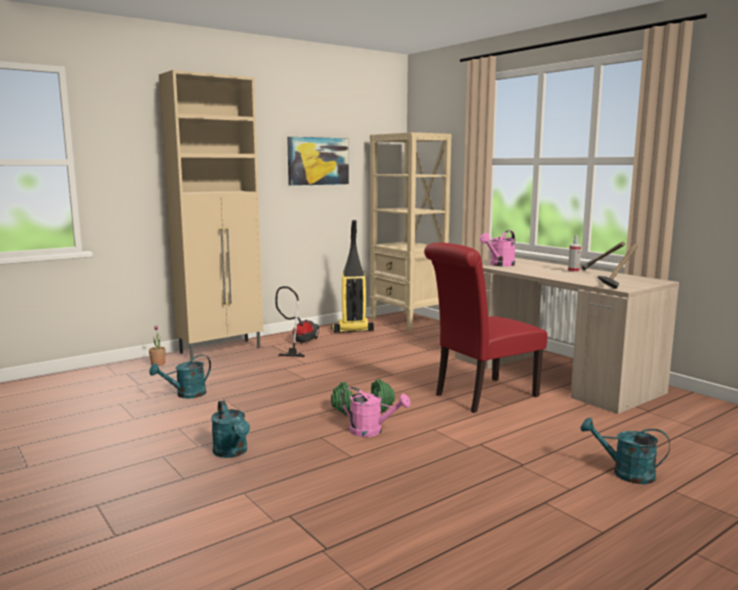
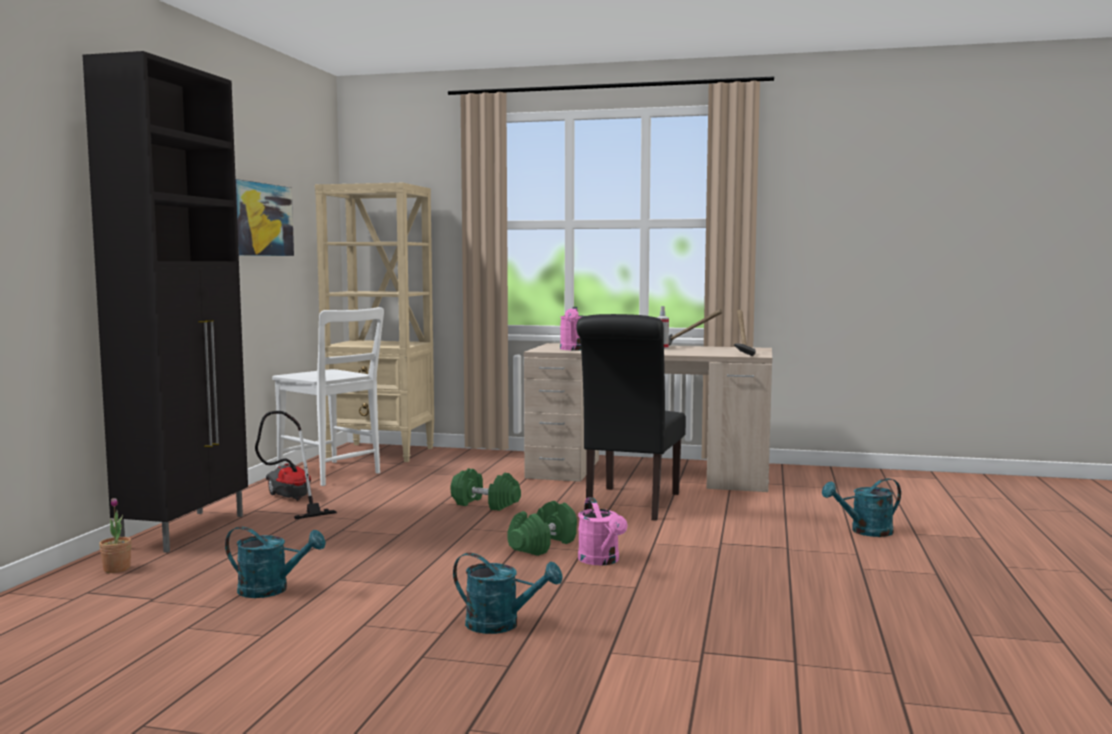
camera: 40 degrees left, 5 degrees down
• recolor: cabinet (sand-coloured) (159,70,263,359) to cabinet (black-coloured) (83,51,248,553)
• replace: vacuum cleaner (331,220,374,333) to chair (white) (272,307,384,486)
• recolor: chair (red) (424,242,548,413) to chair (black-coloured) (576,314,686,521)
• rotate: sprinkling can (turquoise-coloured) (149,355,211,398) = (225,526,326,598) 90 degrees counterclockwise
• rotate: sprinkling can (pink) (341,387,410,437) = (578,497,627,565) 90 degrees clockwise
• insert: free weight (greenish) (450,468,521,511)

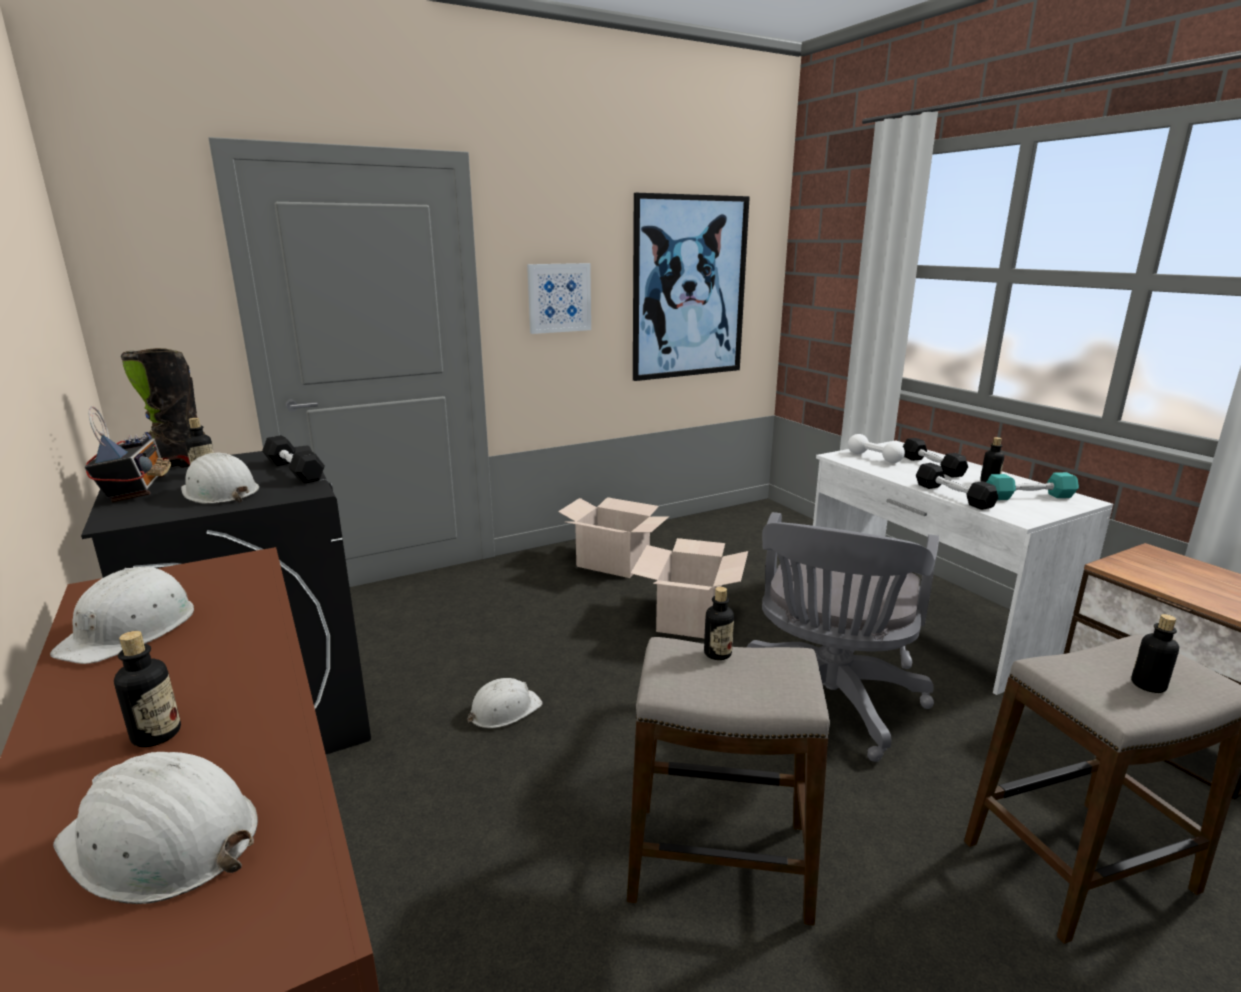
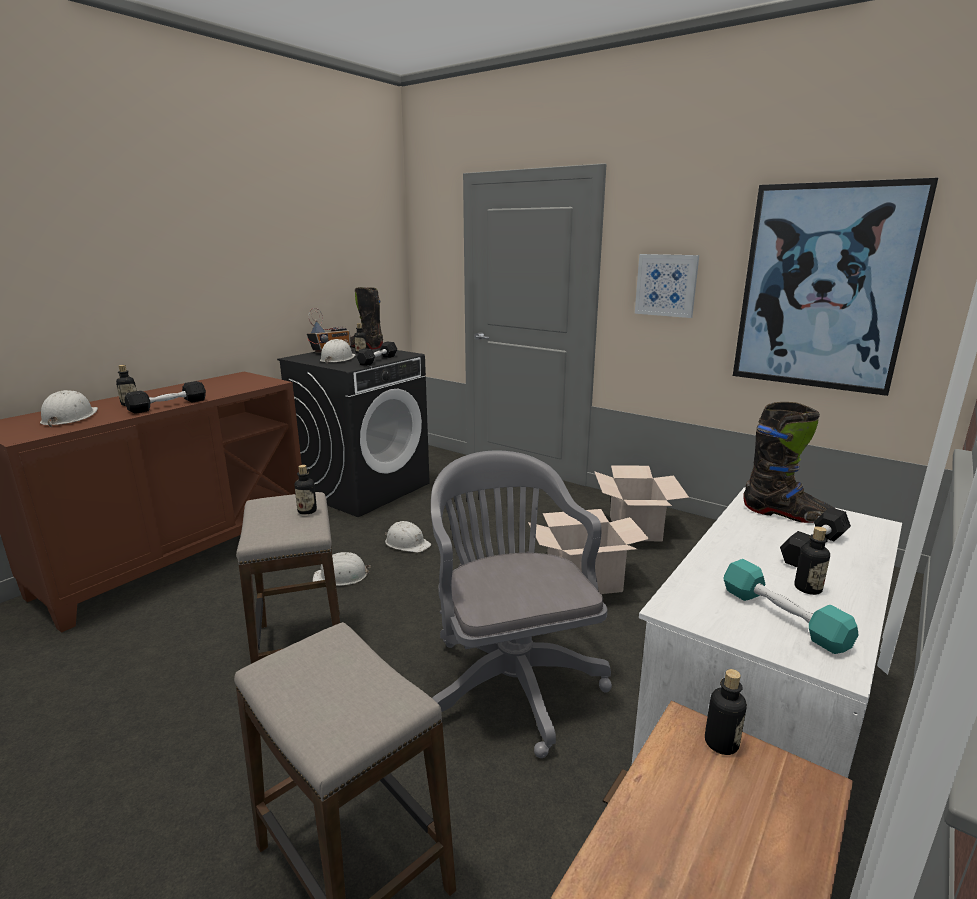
camera: 65 degrees right, 0 degrees up
• replace: free weight (white) (848,434,905,463) to tall boot (black-coloured) (743,402,834,523)
• move: free weight (black-coloured) (916,463,998,510) to (125,381,206,414)
• rotate: computer chair (greyish) (747,512,939,762) = (431,450,612,758) 75 degrees clockwise
• move: work helmet (white) (50,565,194,664) to (313,552,371,586)
• move: drink bottle (1131,614,1179,693) to (705,669,747,755)

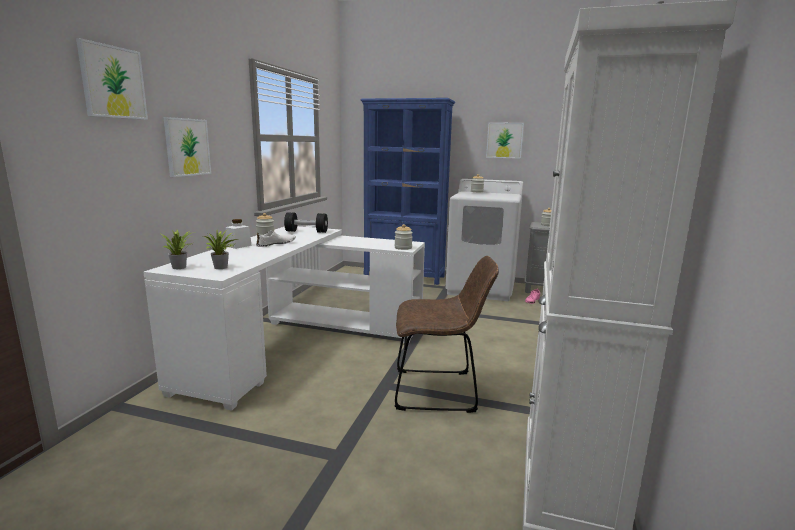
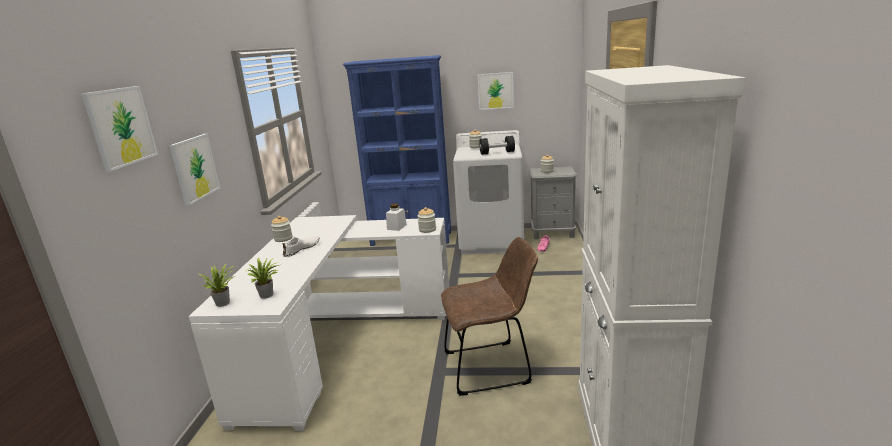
camera: 10 degrees left, 5 degrees up
• move: free weight (black-coloured) (284,212,328,233) to (479,136,515,155)
• move: storage jar (white) (226,219,252,249) to (386,203,407,231)

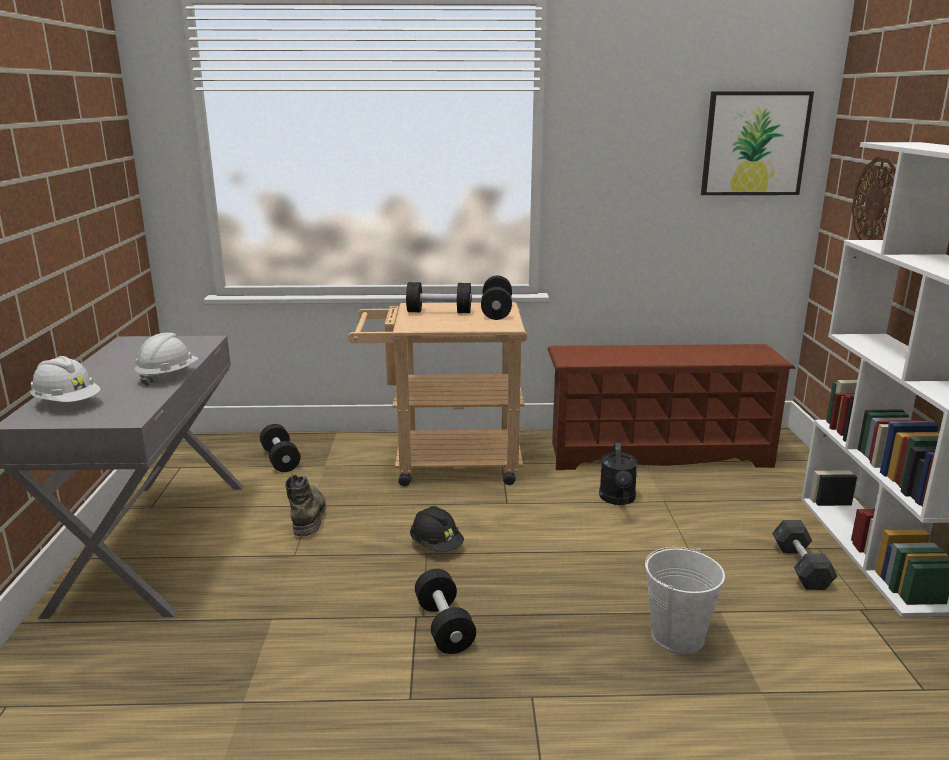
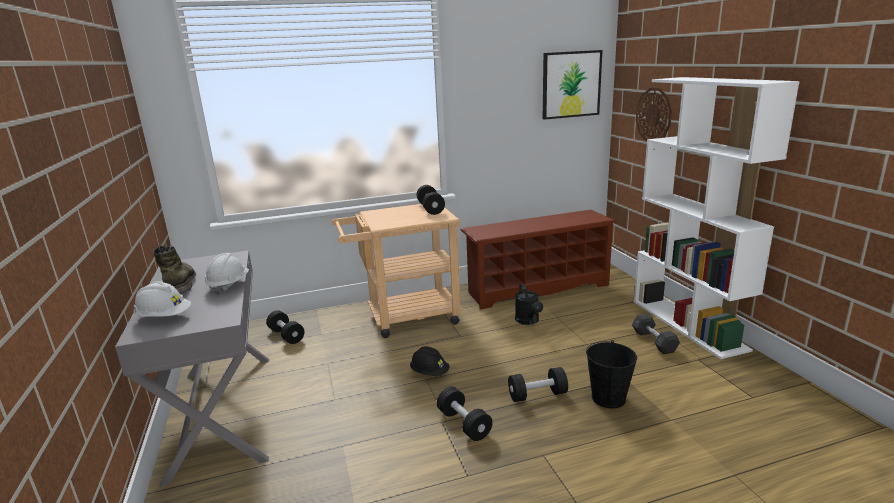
camera: 15 degrees left, 0 degrees up
• move: free weight (black-coloured) (406,282,472,313) to (508,367,568,402)
• move: tall boot (greenish) (285,474,327,536) to (153,245,196,294)
• recolor: water bucket (white) (645,547,725,654) to water bucket (black-coloured) (586,340,637,408)

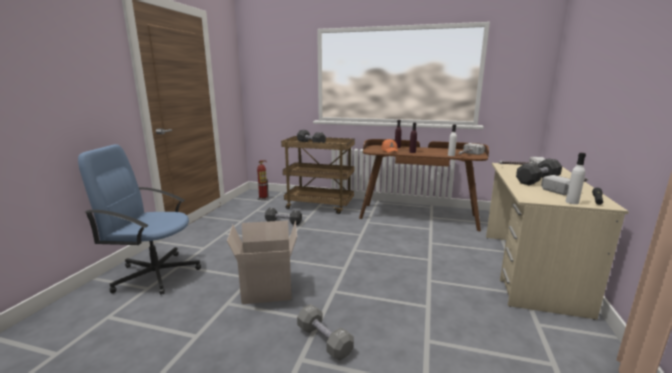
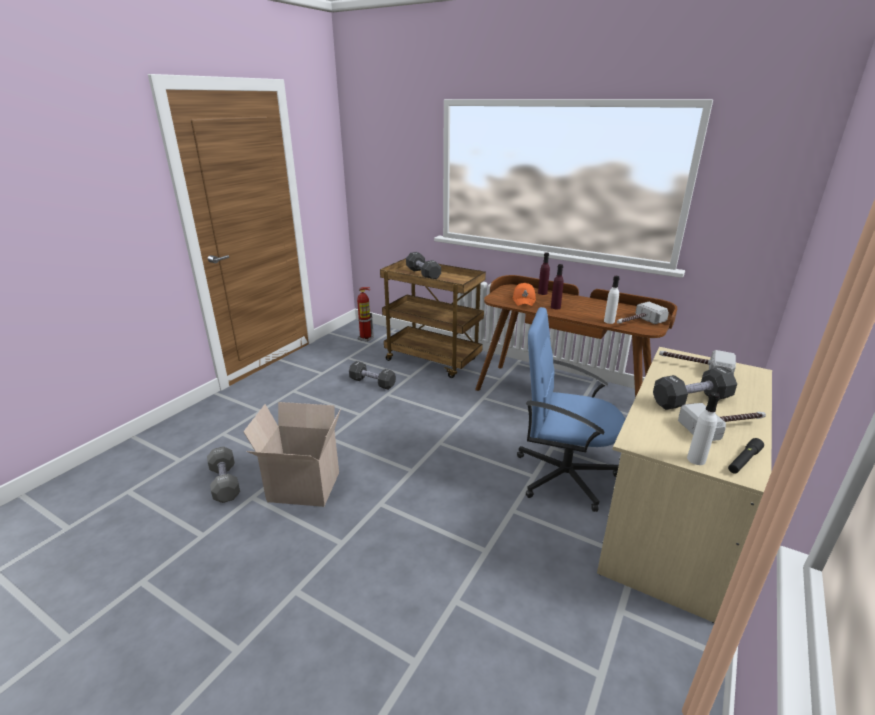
camera: 15 degrees right, 10 degrees up
• move: computer chair (blue-coloured) (78,144,201,295) to (517,307,625,512)
• move: free weight (greyish) (297,304,354,360) to (207,446,240,503)

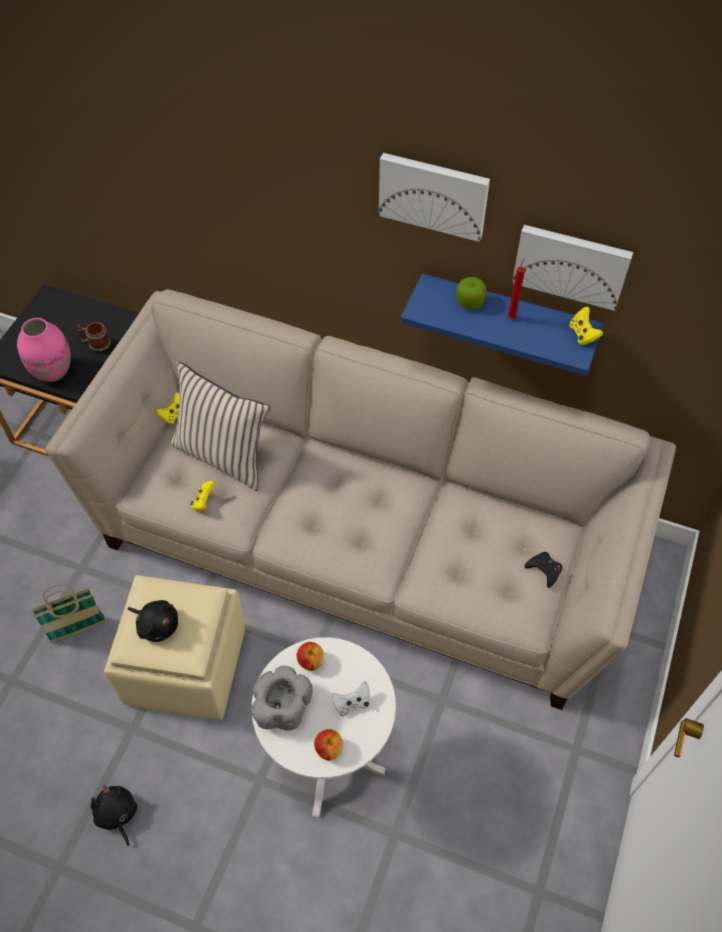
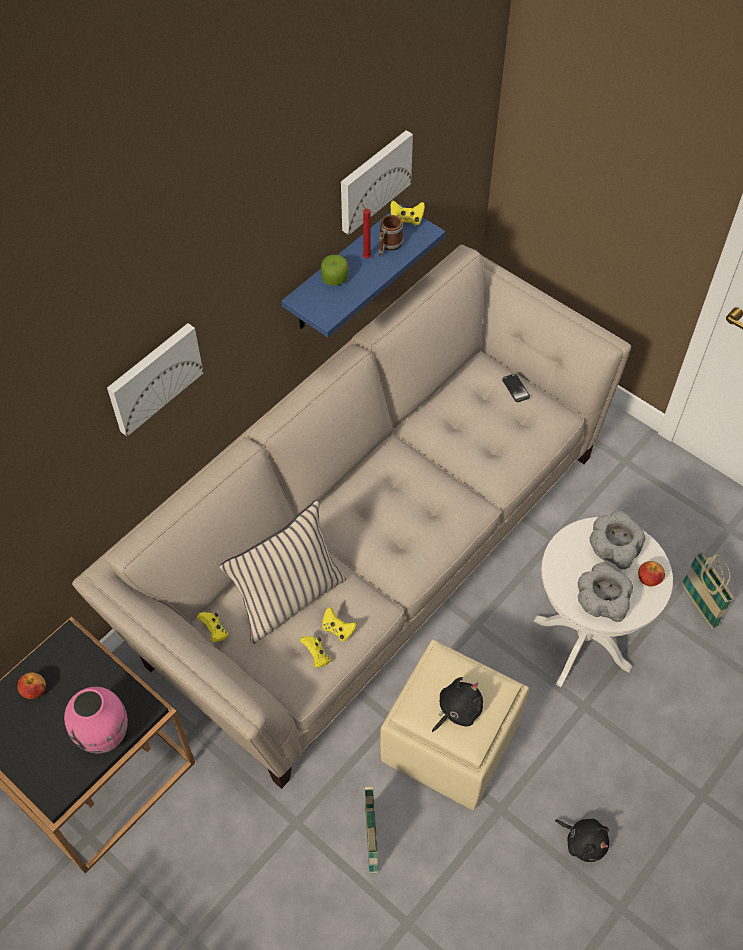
camera: 70 degrees left, 0 degrees up
• move: wall art (379,153,490,242) to (107,323,203,436)
• move: tea mug (77,322,111,353) to (379,215,404,257)
• replace: gamepad (black-coloured) (524,552,563,588) to phone (502,374,530,402)
• move: whole apple (296,642,324,671) to (18,672,46,699)
• replace: gamepad (white) (331,681,370,716) to bowl (greyish) (590,511,645,570)
• rotate: soft toy (black-coloured) (91,784,137,846) = (555,819,609,862) 135 degrees counterclockwise
• insert: household basket (681,552,734,629)
• insert: gamepad (yellow) (300,636,331,667)

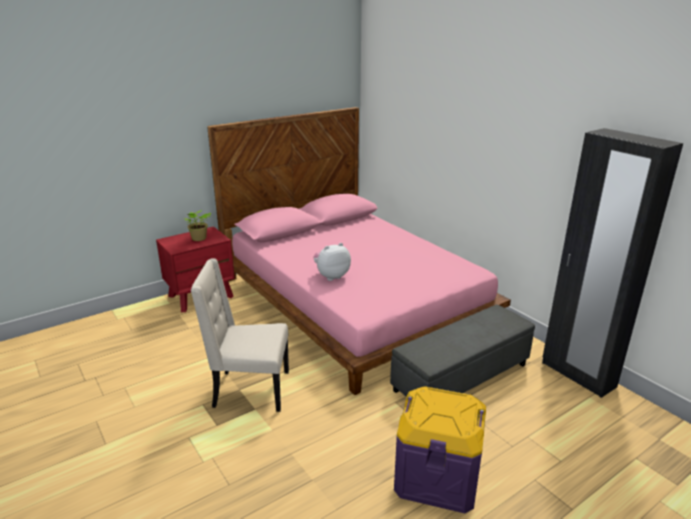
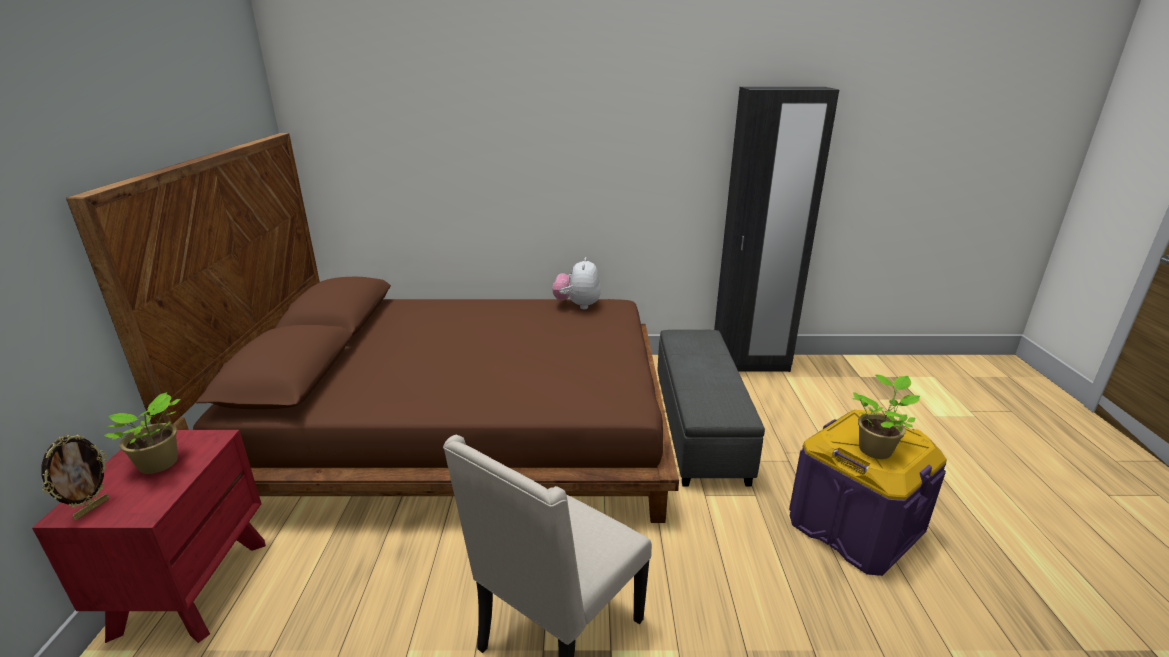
camera: 55 degrees left, 0 degrees up
• recolor: bedroom bed (pink) (207,107,511,395) to bedroom bed (brown) (66,133,679,523)
• move: soft toy (313,243,351,281) to (553,257,601,310)
• insert: houseplant (852,375,920,459)
• insert: picture frame (41,434,109,520)

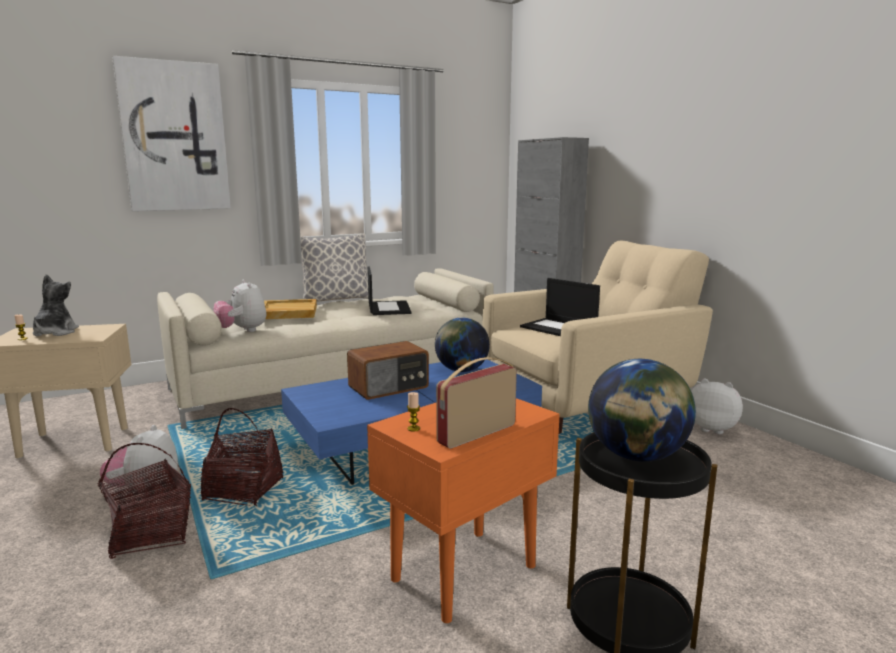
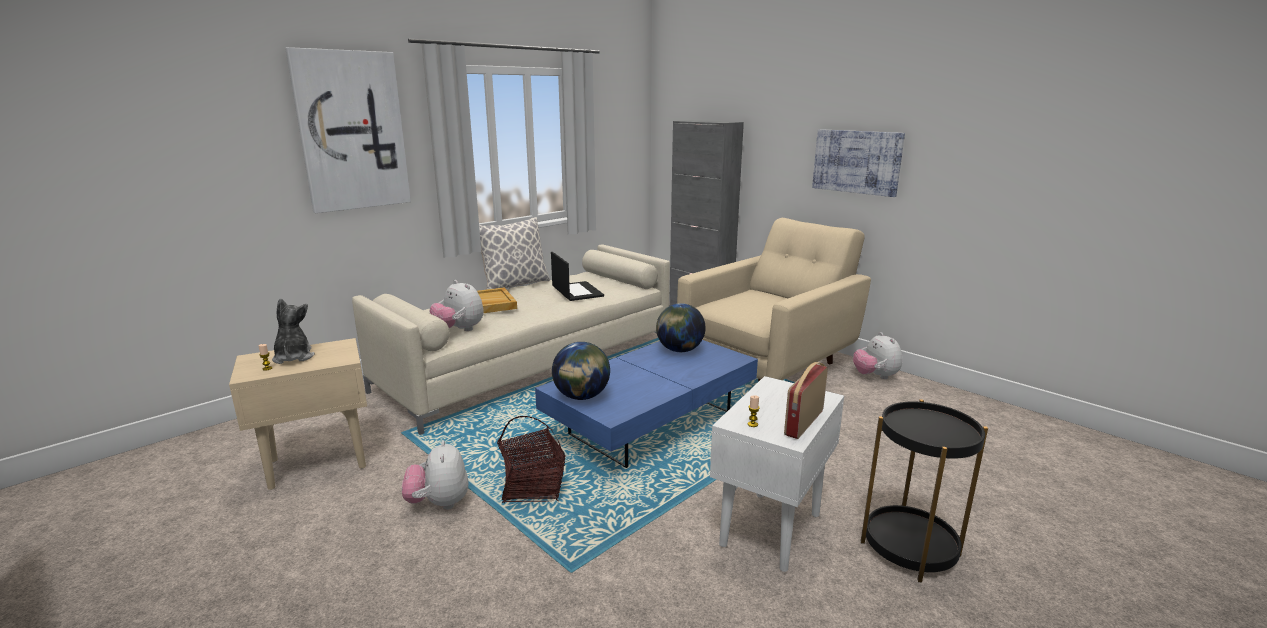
camera: 15 degrees left, 5 degrees up
• delete: portable computer (520,278,600,336)
• delete: radio set (347,341,429,400)
• move: globe (588,359,696,462) to (552,342,610,400)
• rotate: soft toy (691,379,743,434) = (853,332,903,379) 120 degrees counterclockwise
• recolor: side table (orangey) (367,398,560,623) to side table (white) (710,376,844,572)
• delete: household basket (98,443,191,559)
• insert: wall art (812,129,905,197)

